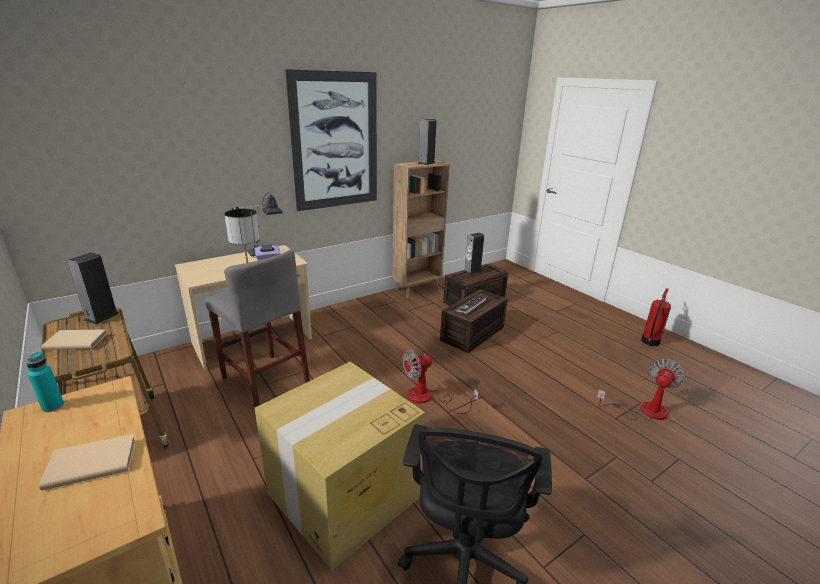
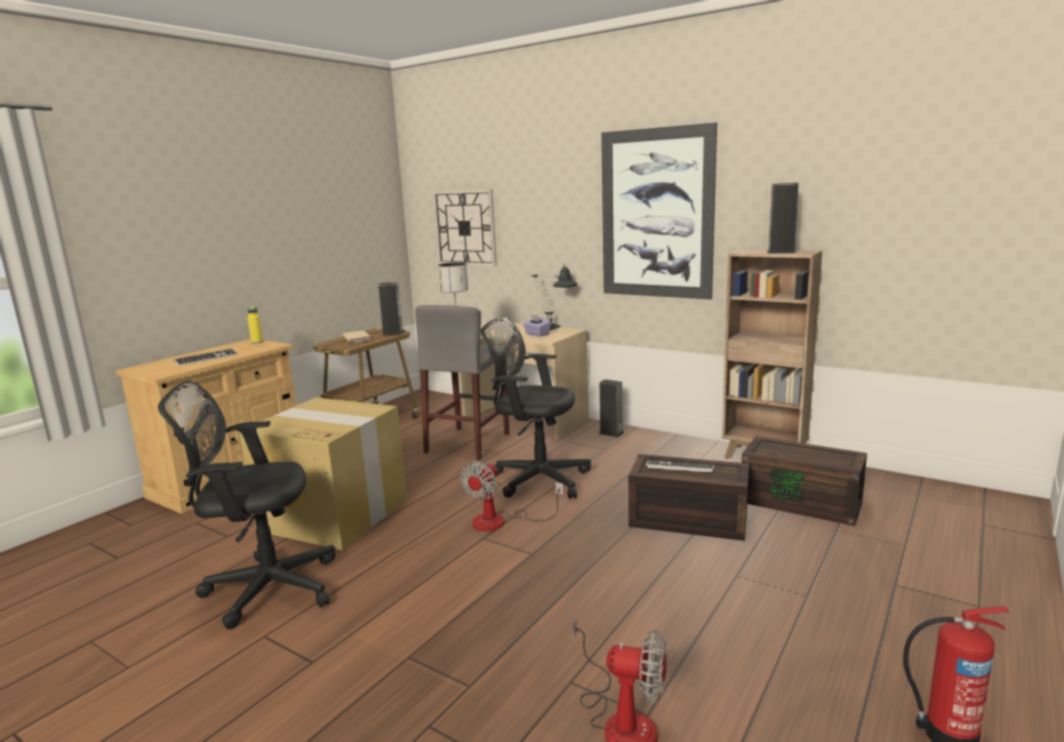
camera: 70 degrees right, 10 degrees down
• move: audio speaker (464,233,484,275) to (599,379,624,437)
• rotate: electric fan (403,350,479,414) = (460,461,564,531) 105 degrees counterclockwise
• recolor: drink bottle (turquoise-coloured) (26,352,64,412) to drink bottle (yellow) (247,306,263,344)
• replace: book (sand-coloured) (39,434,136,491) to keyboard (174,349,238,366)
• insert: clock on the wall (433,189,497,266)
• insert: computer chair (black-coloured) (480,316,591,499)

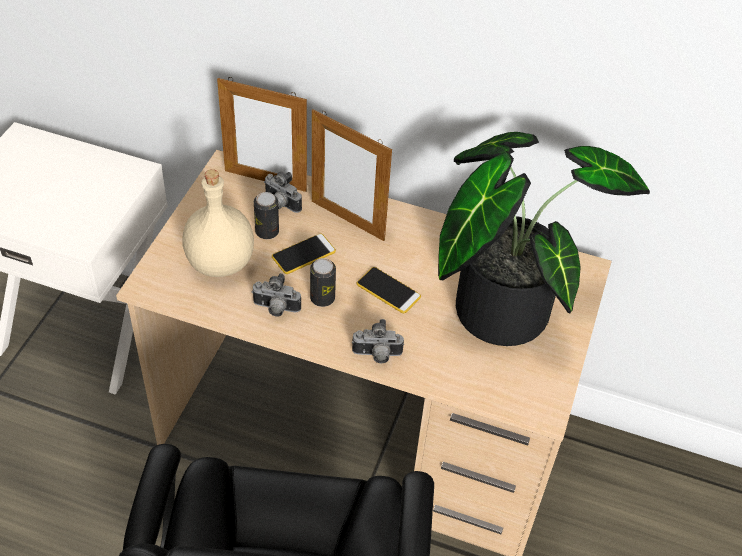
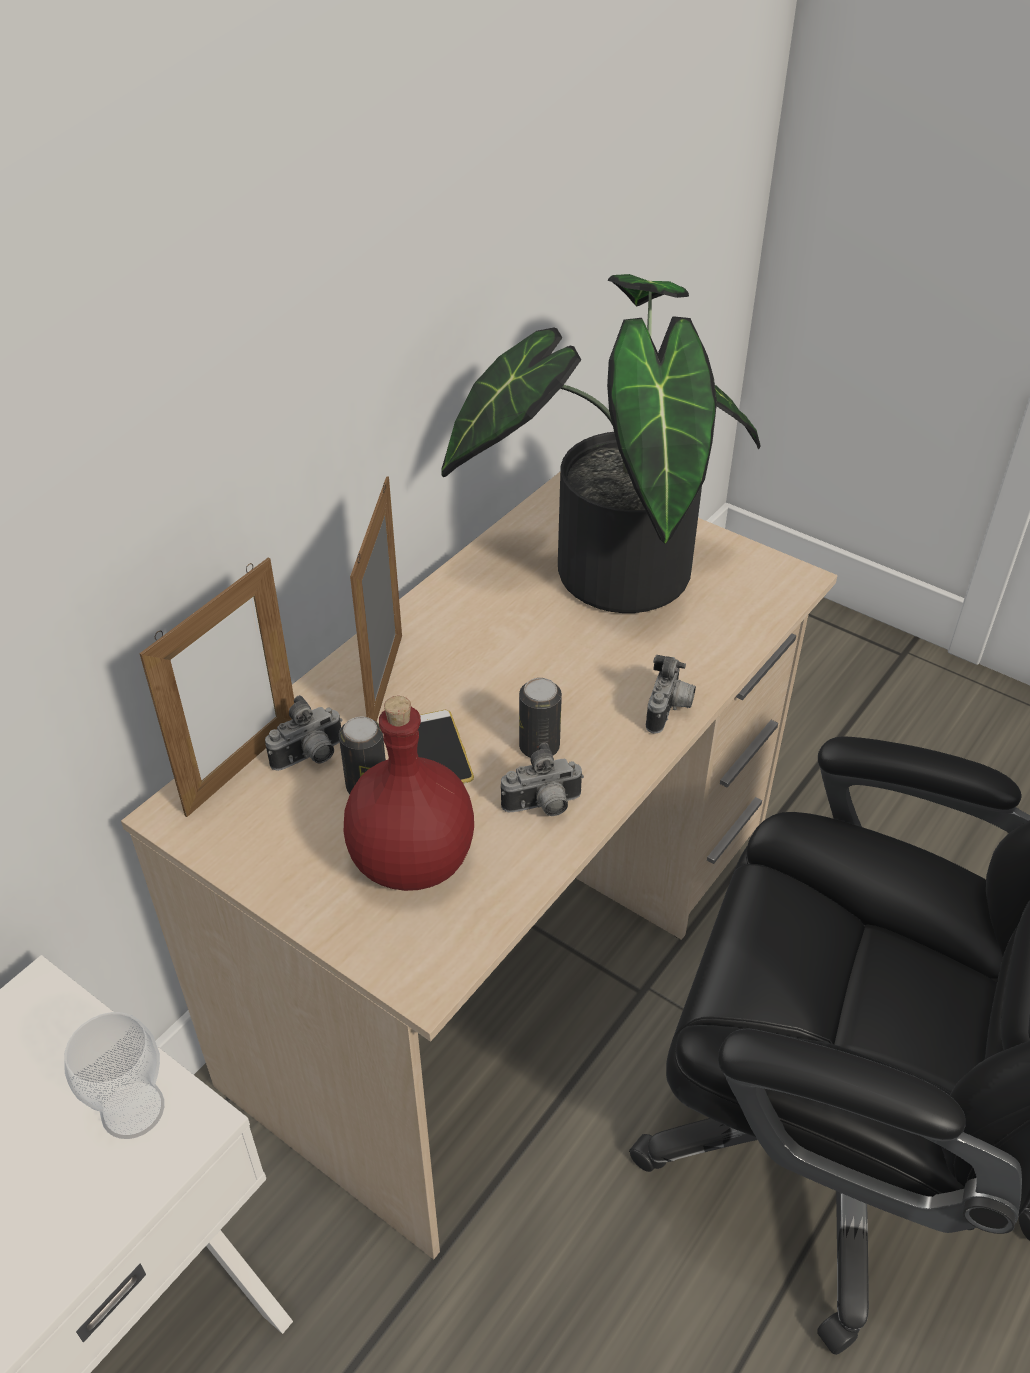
camera: 70 degrees left, 5 degrees down
• rotate: picture frame (312,109,392,241) = (350,476,402,722) 135 degrees clockwise
• recolor: drink bottle (sand-coloured) (183,169,254,277) to drink bottle (red) (344,696,474,891)
• delete: phone (357,267,421,313)
• rotate: still camera (252,273,301,317) = (501,743,584,816) 45 degrees clockwise
• insert: drinking cup (64,1012,165,1139)

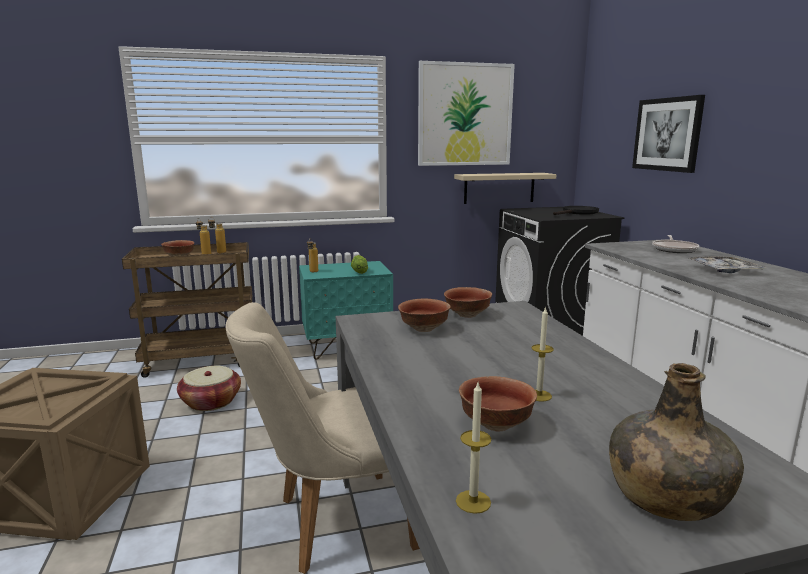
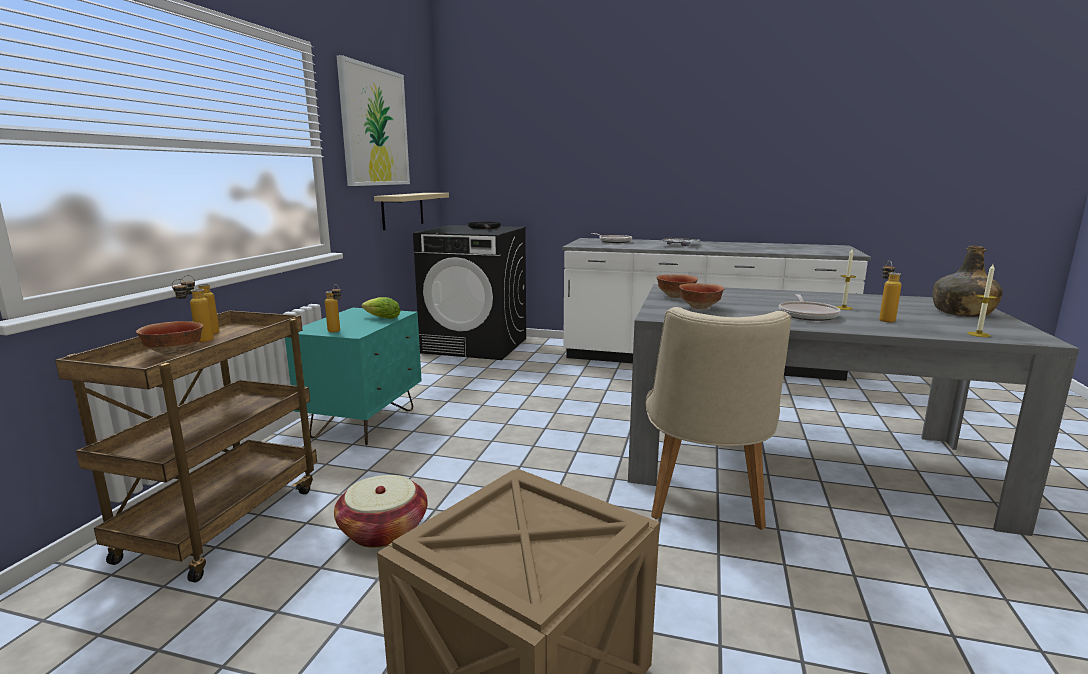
camera: 60 degrees left, 0 degrees up
• delete: wall art (632,95,705,173)
• replace: bowl (459,376,537,432) to drink bottle (879,261,901,322)
• insert: skillet (779,294,841,321)

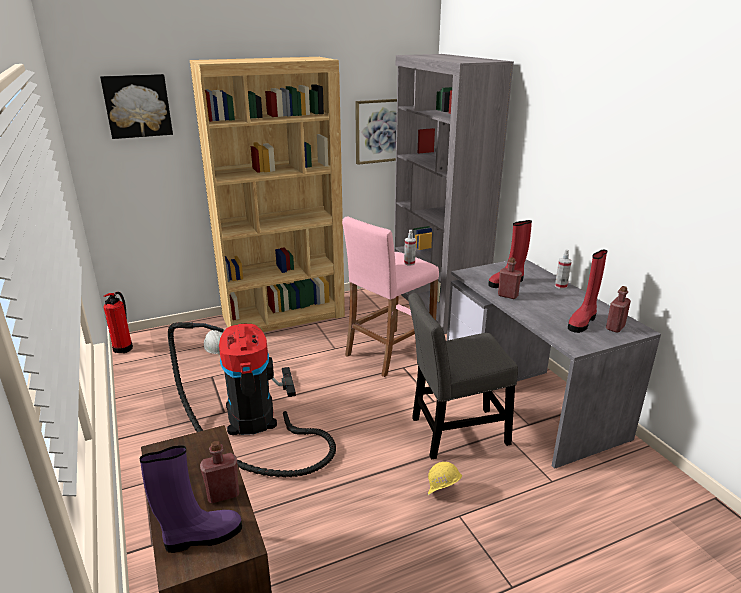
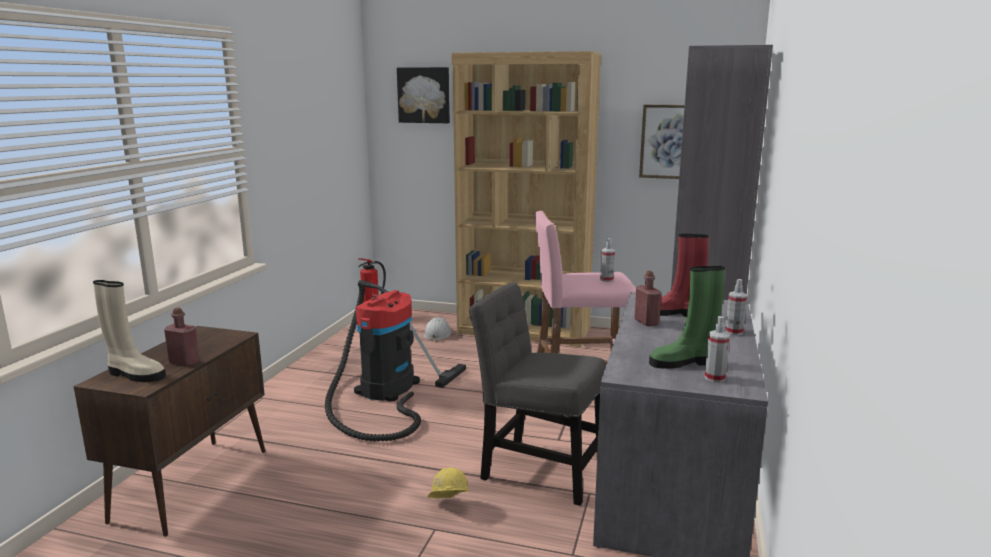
camera: 40 degrees right, 10 degrees down
• recolor: tall boot (red) (568,249,607,333) to tall boot (greenish) (649,266,725,369)
• replace: drink bottle (red) (606,286,631,333) to sprayer (705,316,730,382)
• recolor: tall boot (purple) (140,445,242,553) to tall boot (sand-coloured) (93,280,166,382)

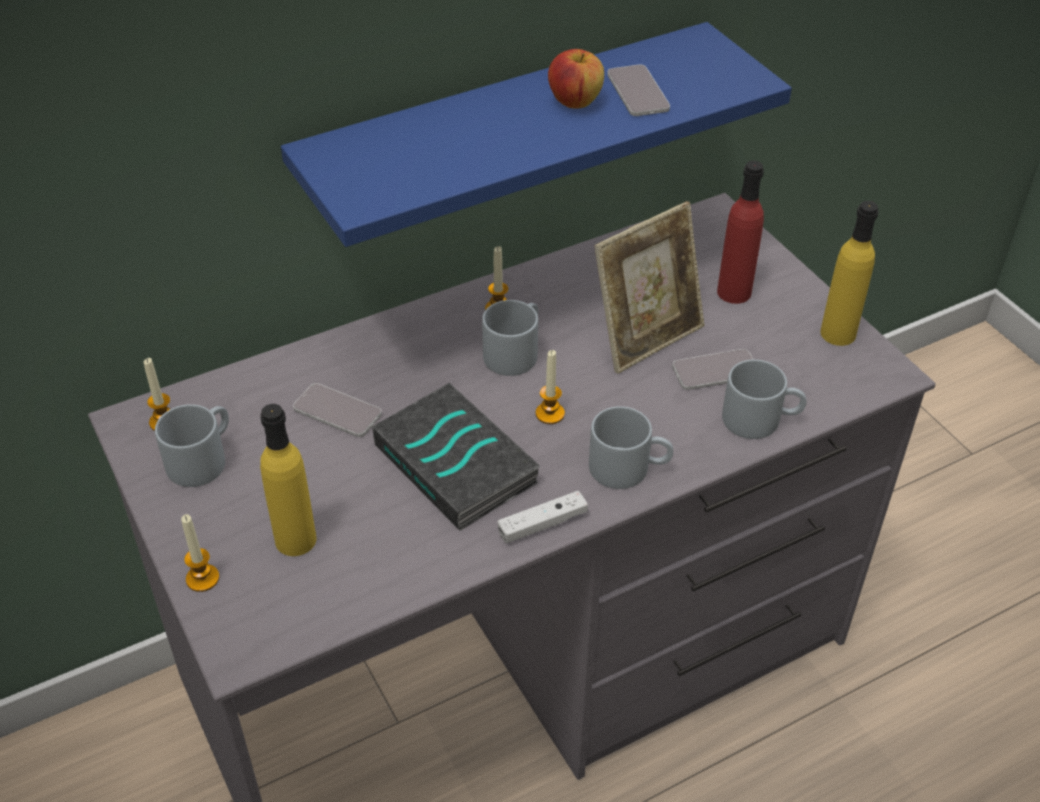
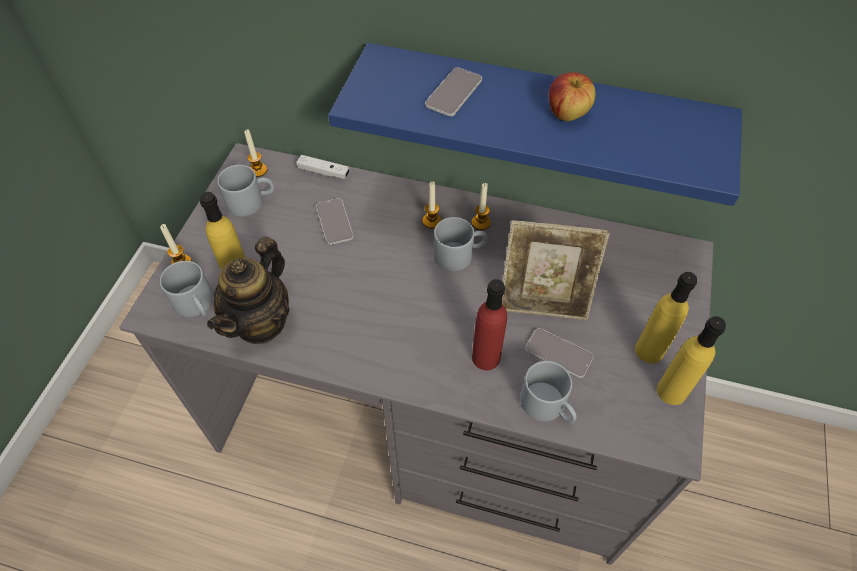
camera: 45 degrees right, 10 degrees up
• move: phone (607,64,670,116) to (425,67,482,116)
• move: drink bottle (red) (717,161,764,304) to (472,279,507,370)
• move: wax candle (536,350,565,424) to (422,181,441,229)
• delete: book (372,383,540,531)
• move: tea mug (greyish) (589,406,673,489) to (160,261,213,317)
• move: gamepad (white) (498,491,588,543) to (296,155,350,179)
• insert: tea pot (207,237,289,344)
• insert: drink bottle (yellow) (635,272,697,363)

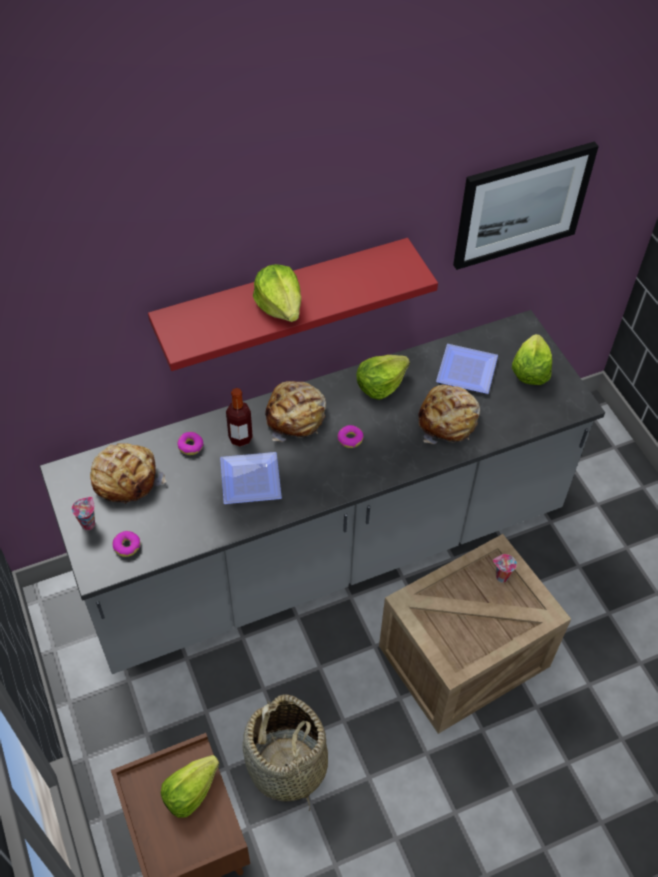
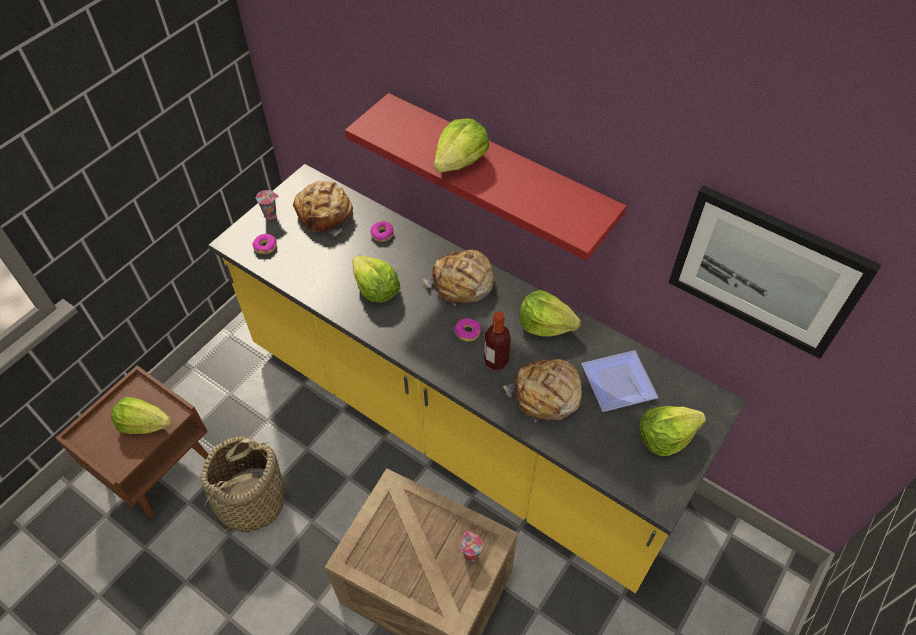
camera: 60 degrees right, 0 degrees up
• recolor: kitchen counter (greyish) (39,310,605,674) to kitchen counter (yellow) (208,164,747,593)
• move: drink bottle (226,388,253,447) to (484,312,511,370)
• replace: dinner plate (220,452,282,504) to lettuce head (352,256,400,303)

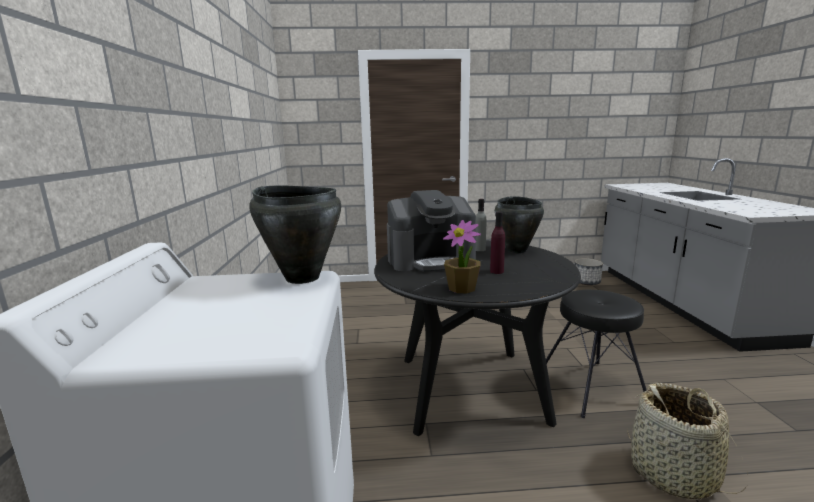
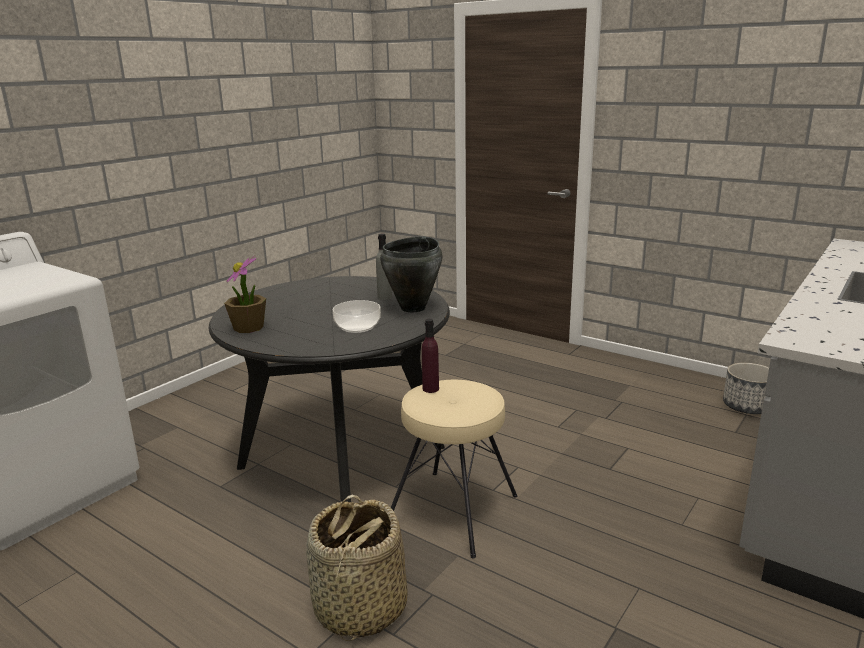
camera: 40 degrees right, 5 degrees up
• delete: saucepot (black-coloured) (249,186,341,284)
• delete: coffee brewer (387,190,476,272)
• move: drink bottle (purple) (490,212,505,274) to (422,319,439,393)
• recolor: stool (black-coloured) (546,290,647,418) to stool (sand-coloured) (391,380,518,558)
• insert: bowl (333,300,381,333)

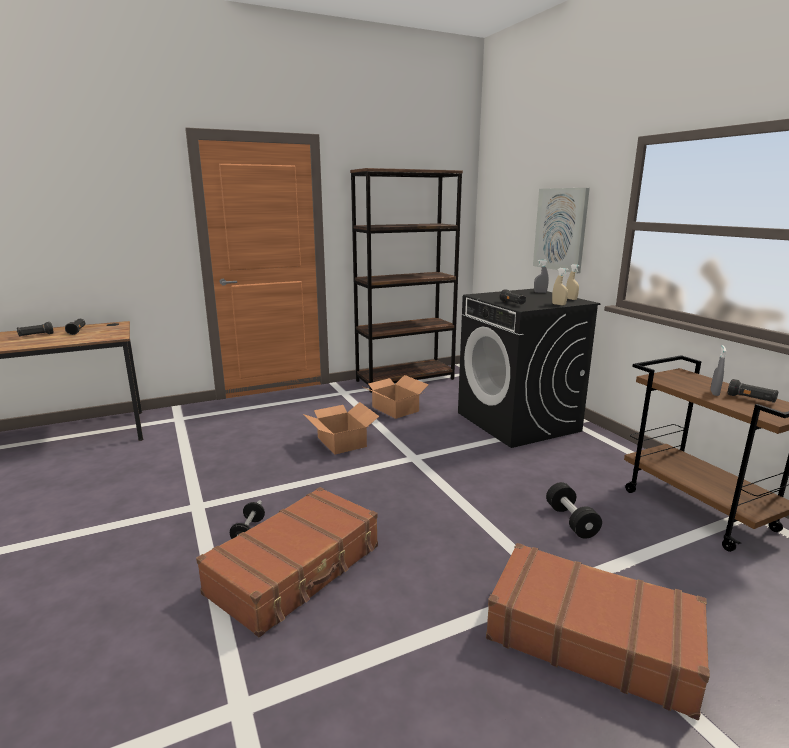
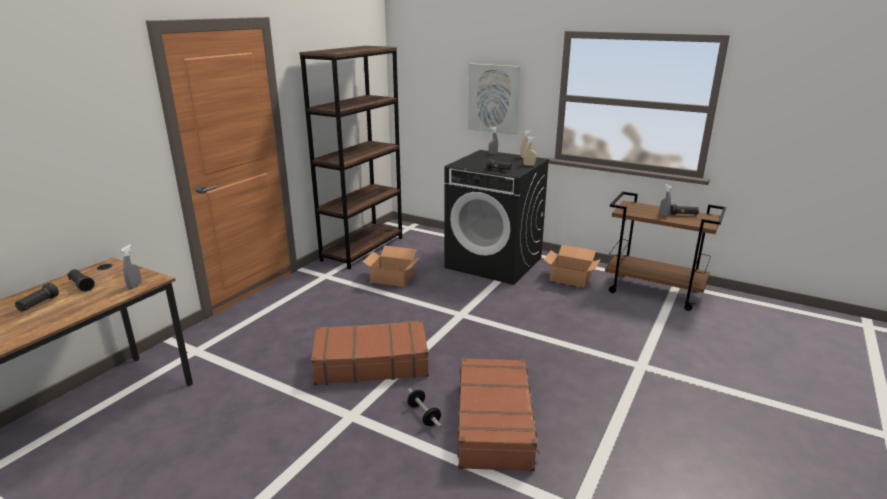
camera: 35 degrees left, 5 degrees up
• move: packing box (303,402,379,455) to (544,245,601,288)
• delete: free weight (black-coloured) (546,482,602,539)
• move: piece of luggage (brown) (486,543,710,720) to (311,320,429,385)
• insert: sprayer (greyish) (121,244,142,290)

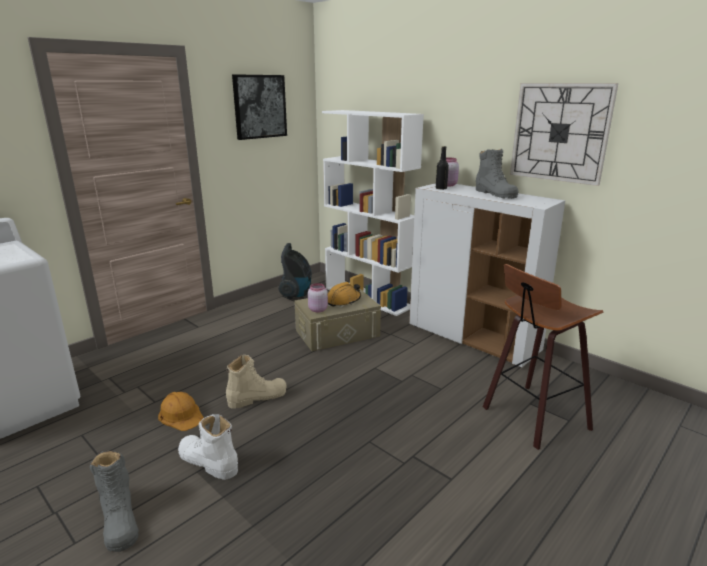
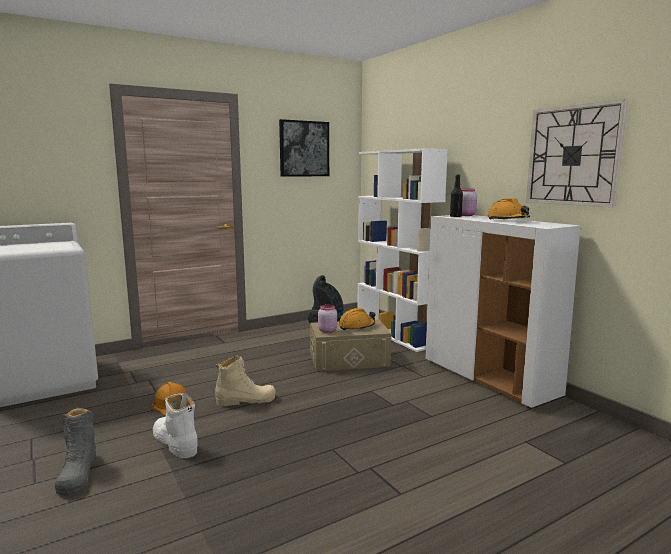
camera: 15 degrees right, 10 degrees down
• replace: tall boot (greyish) (476,149,518,199) to work helmet (orangey) (487,198,530,220)
• delete: stool (483,264,603,450)

